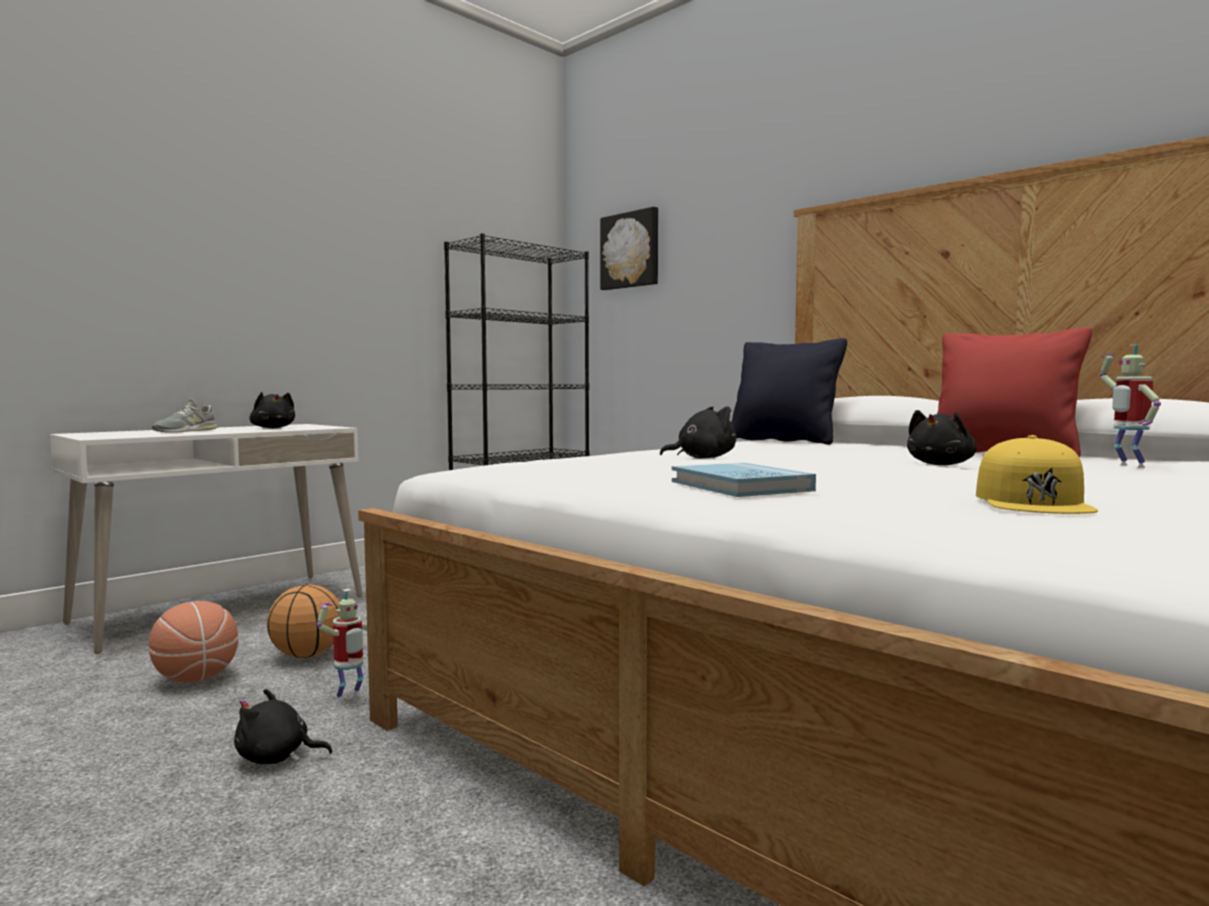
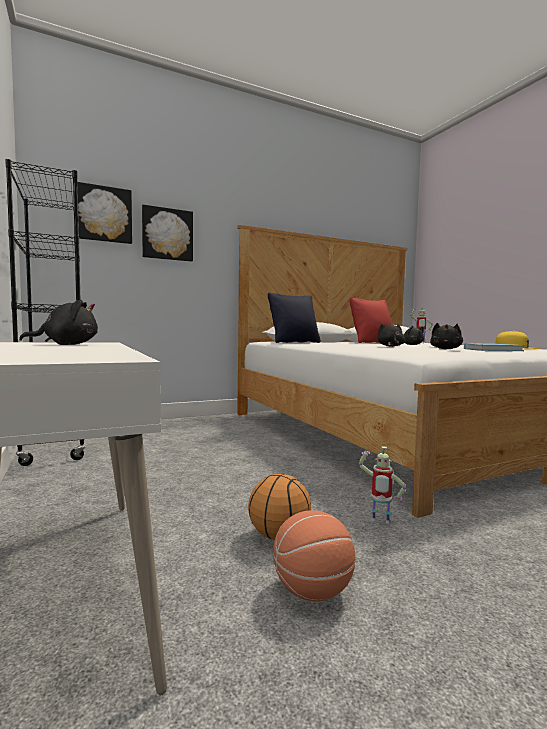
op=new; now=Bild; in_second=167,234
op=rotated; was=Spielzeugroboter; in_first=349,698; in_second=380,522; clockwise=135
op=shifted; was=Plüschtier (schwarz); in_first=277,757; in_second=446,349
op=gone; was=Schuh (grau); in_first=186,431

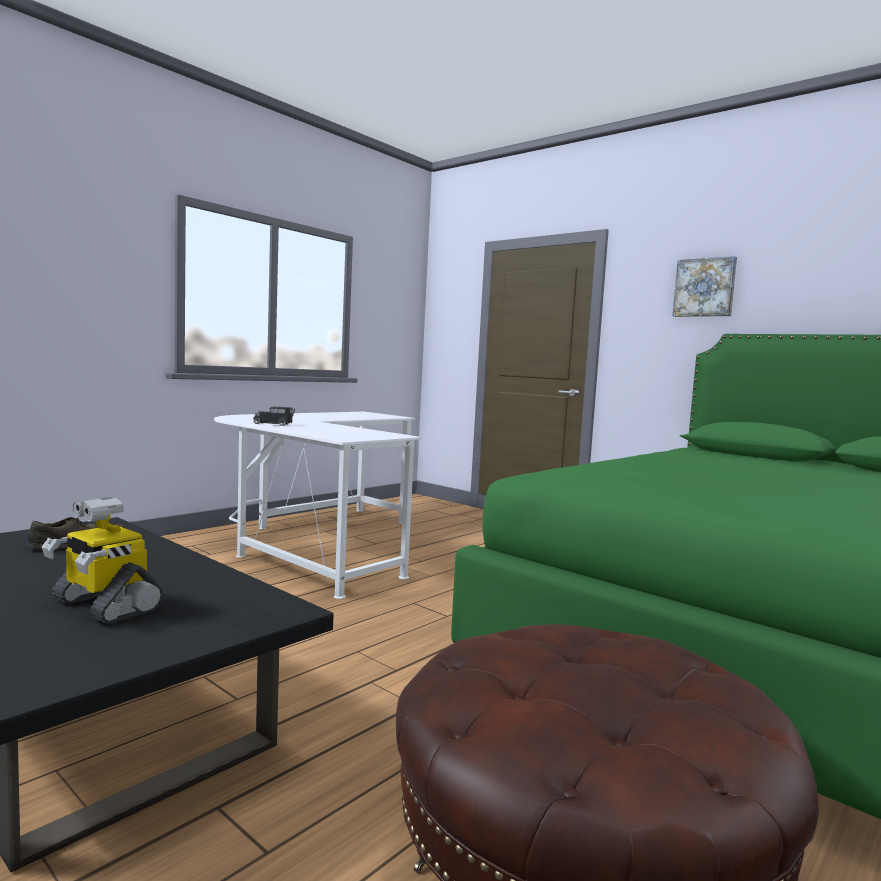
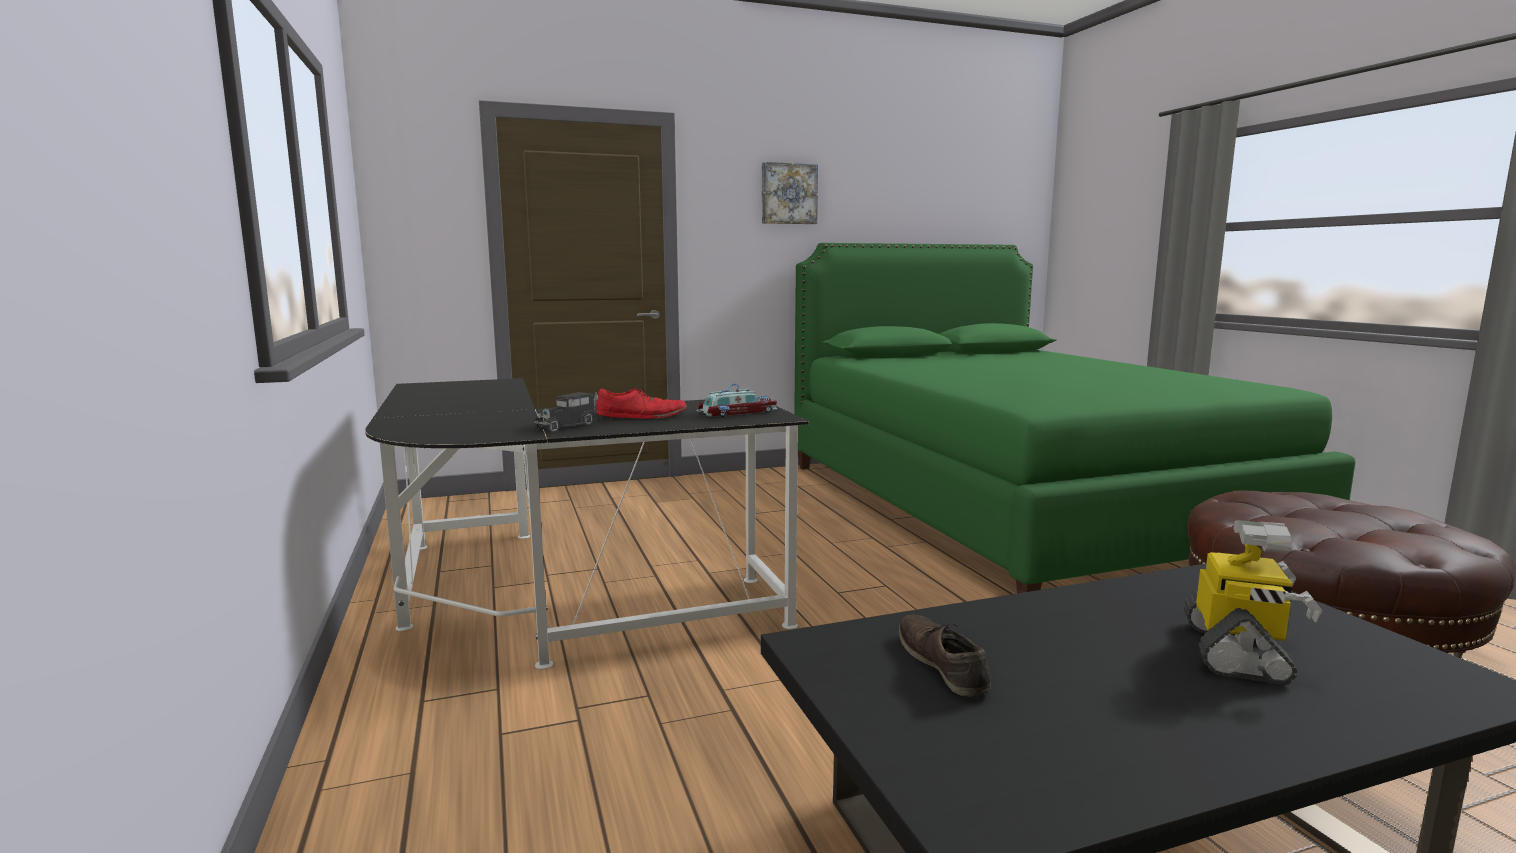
op=repainted; was=Schreibtisch (weiß); now=Schreibtisch (schwarz); in_first=317,543; in_second=548,602
op=new; now=Schuh (rot); in_second=642,416
op=new; now=Spielzeugauto; in_second=735,412
op=rotated; was=Spielzeugroboter; in_first=104,605; in_second=1237,652; clockwise=-45

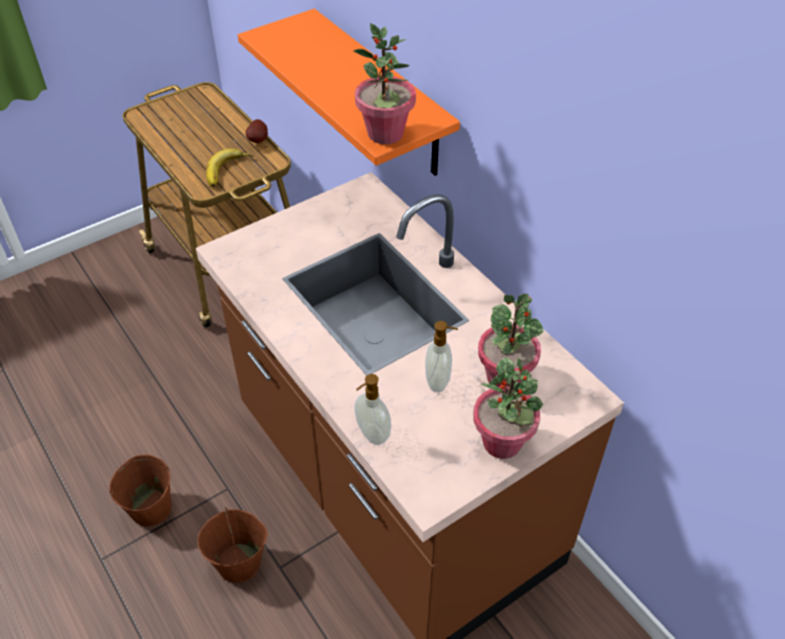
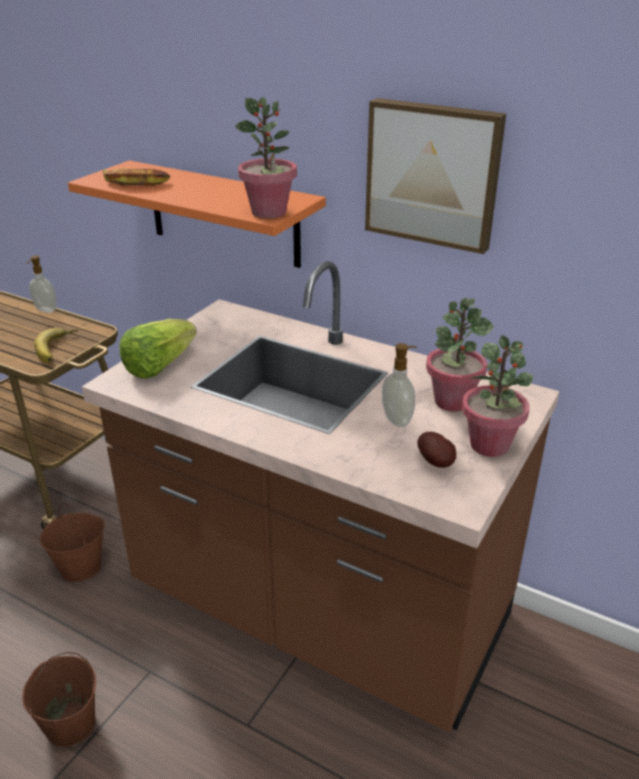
op=shifted; was=Seifenspender; in_first=371,434; in_second=45,310
op=shifted; was=Eimer (braun); in_first=240,563; in_second=81,567
op=new; now=Banane; in_second=134,182
op=new; now=Salatkopf; in_second=159,366
op=new; now=Bild; in_second=433,174
op=shifted; was=Kartoffel; in_first=259,140; in_second=437,463

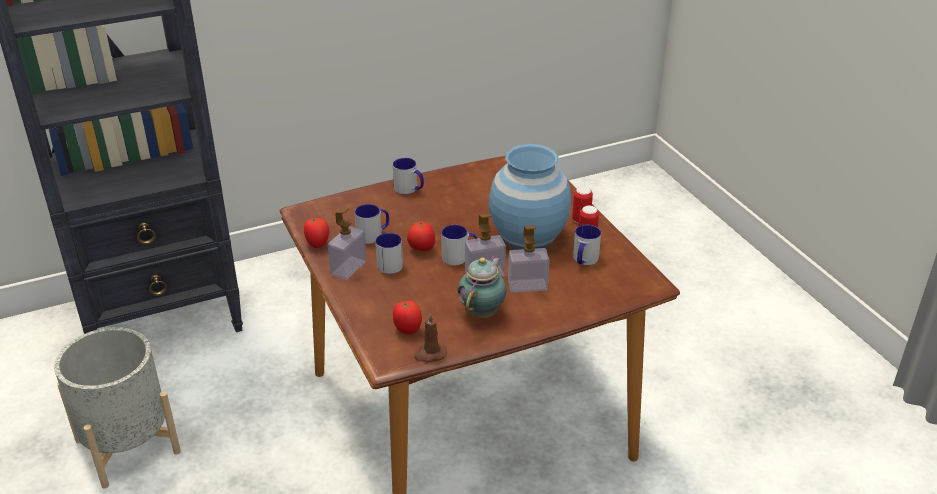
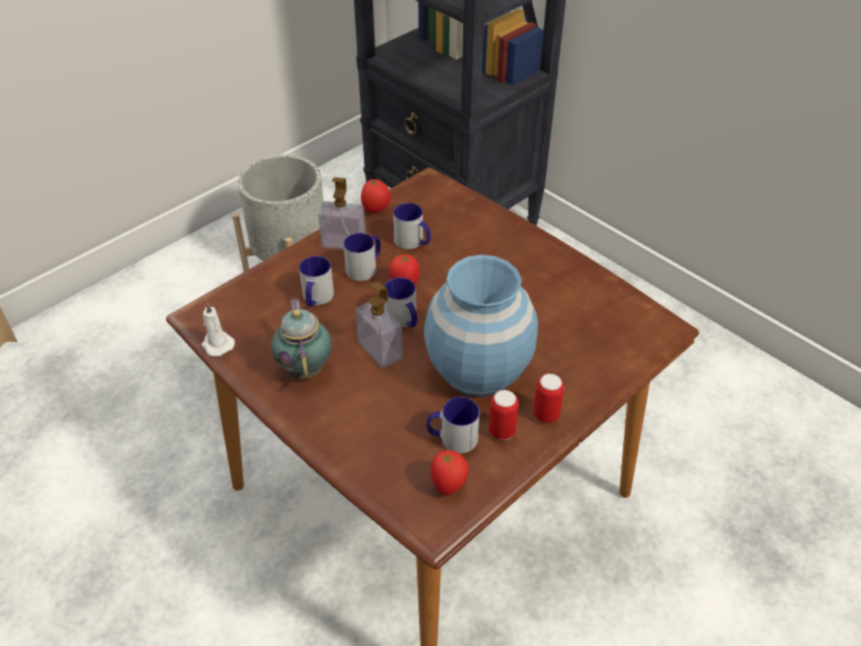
op=repainted; was=Kerze (braun); now=Kerze (weiß); in_first=430,354; in_second=217,344
op=rotated; was=Teekanne; in_first=483,312; in_second=305,367; clockwise=-105
op=shifted; was=Henkelbecher; in_first=409,189; in_second=316,299
op=shifted; was=Tomate; in_first=407,329; in_second=448,485
op=gone; was=Seifenspender; in_first=527,286

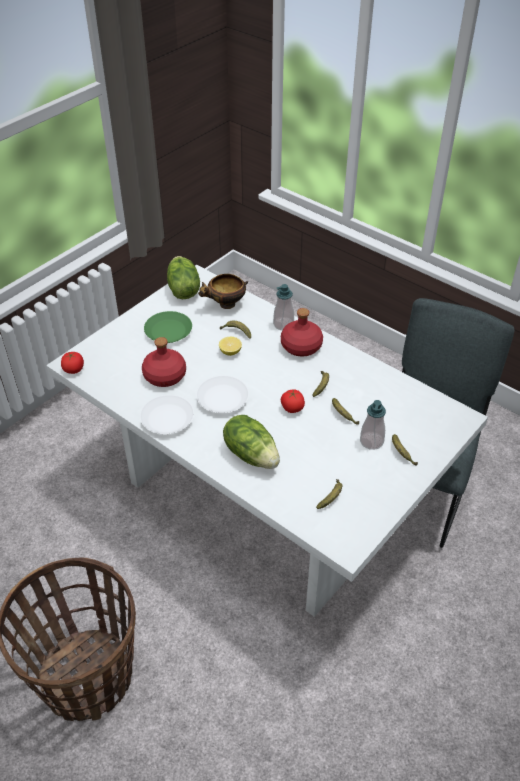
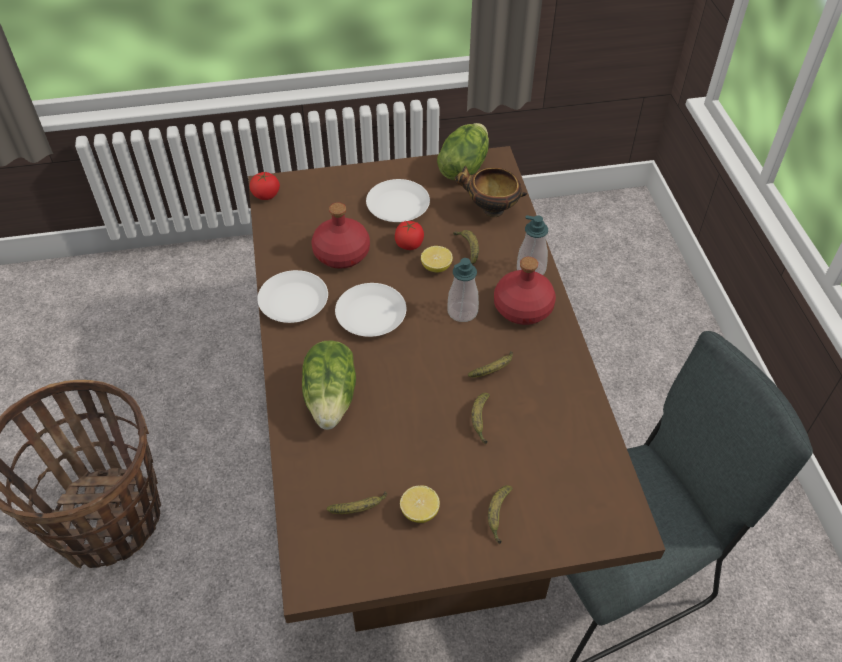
op=repainted; was=Esstisch (weiß); now=Esstisch (braun); in_first=258,503; in_second=418,465
op=repainted; was=Teller (grün); now=Teller (weiß); in_first=168,331; in_second=398,206
op=shifted; was=Tomate; in_first=292,408; in_second=409,244
op=new; now=Zitrone; in_second=419,511
op=shifted; was=Seifenspender; in_first=371,441; in_second=462,311

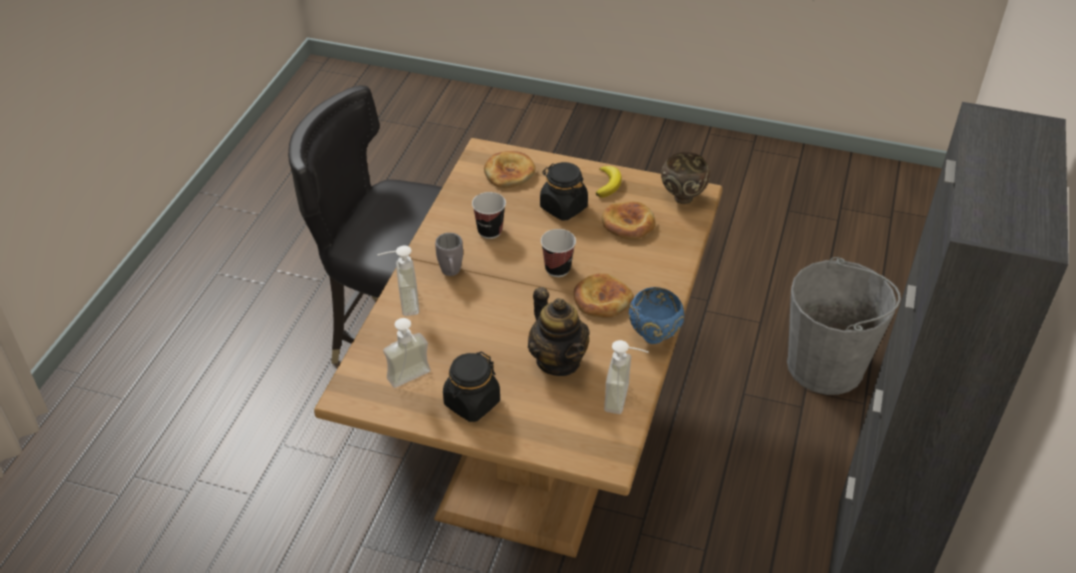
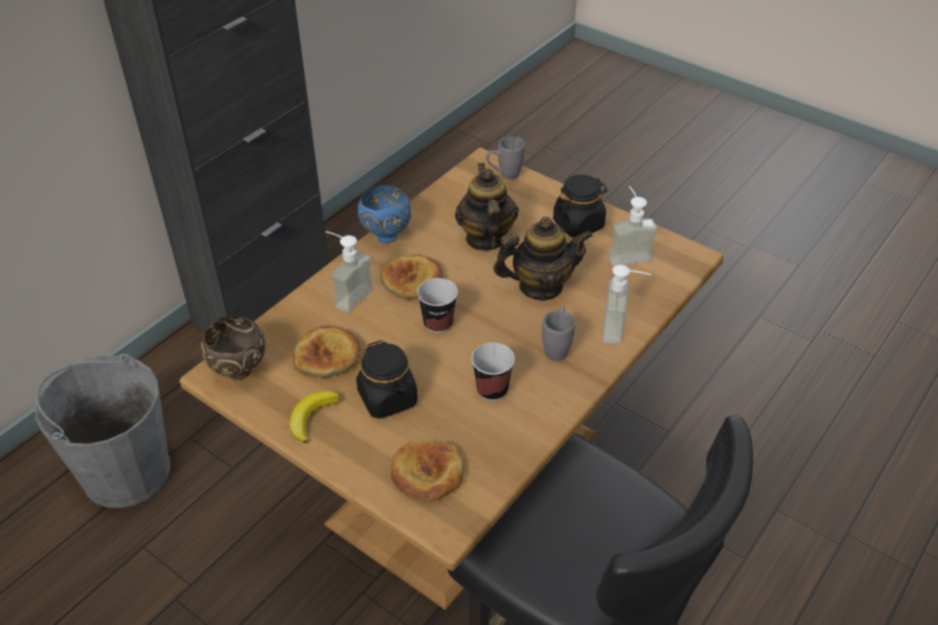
op=shifted; was=Seifenspender; in_first=625,399; in_second=347,295
op=new; now=Henkelbecher (grau); in_second=504,175
op=new; now=Teekanne; in_second=540,286

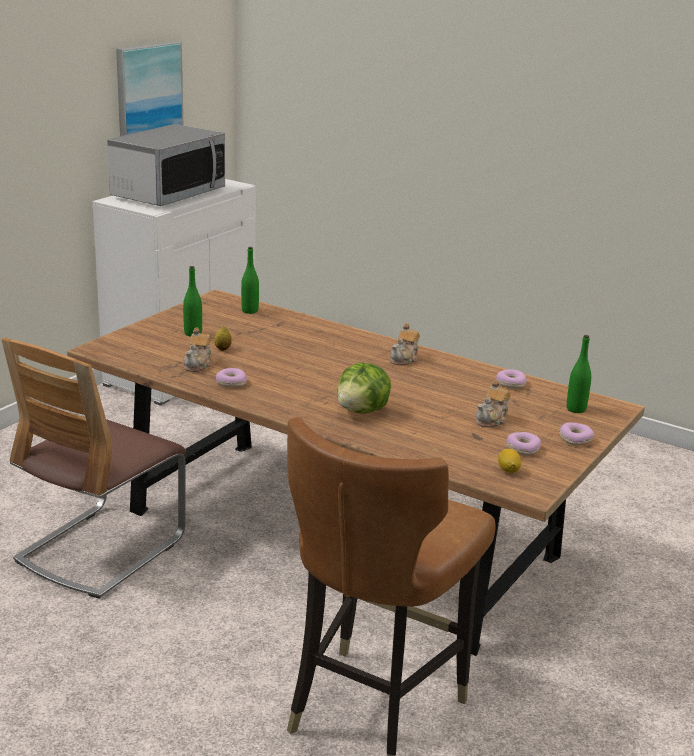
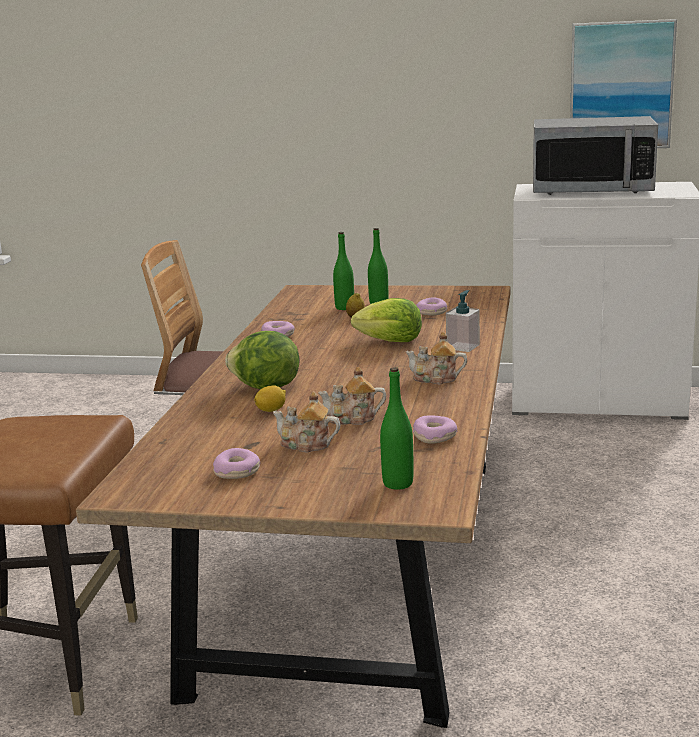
op=shifted; was=Zitrone; in_first=508,470; in_second=271,410
op=shifted; was=Teekanne; in_first=198,365; in_second=353,419
op=shifted; was=Flasche (grün); in_first=250,311; in_second=344,307
op=new; now=Salatkopf; in_second=390,341
op=shifted; was=Donut; in_first=575,439; in_second=432,312
op=new; now=Seifenspender; in_second=463,347

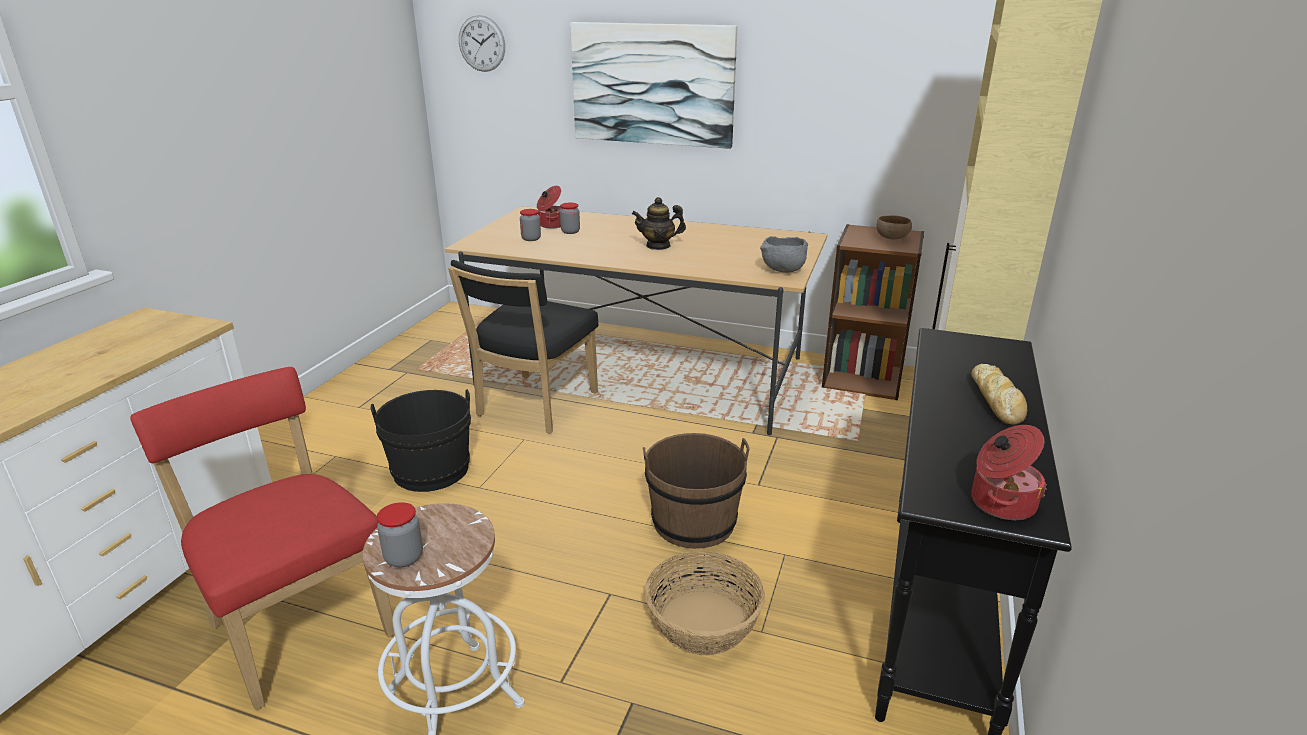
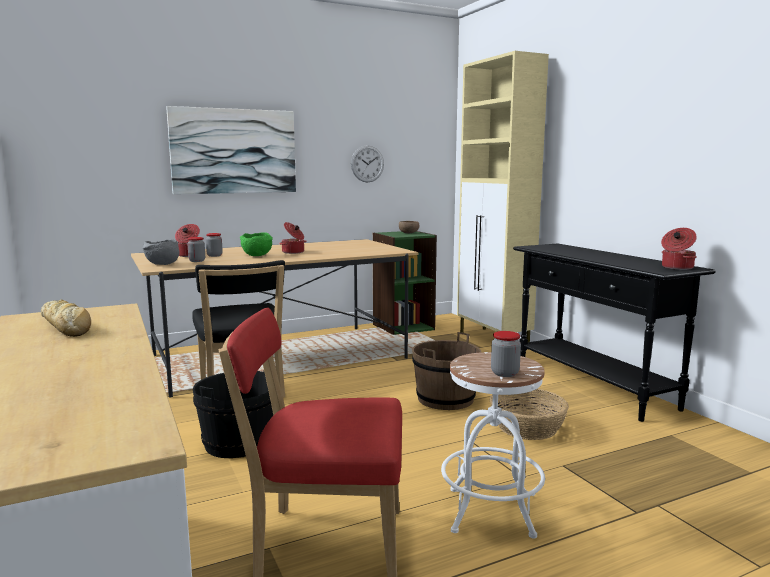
op=shifted; was=Brot; in_first=996,401; in_second=67,326
op=shifted; was=Schüssel (grau); in_first=782,271; in_second=162,264
op=new; now=Schüssel (grün); in_second=258,256
op=swapped; was=Teekanne; now=Kochtopf; in_first=658,246; in_second=293,252
op=shifted; was=Wanduhr; in_first=481,43; in_second=367,164
op=repainted; was=Bücherregal (braun); now=Bücherregal (grün); in_first=863,378; in_second=403,327

